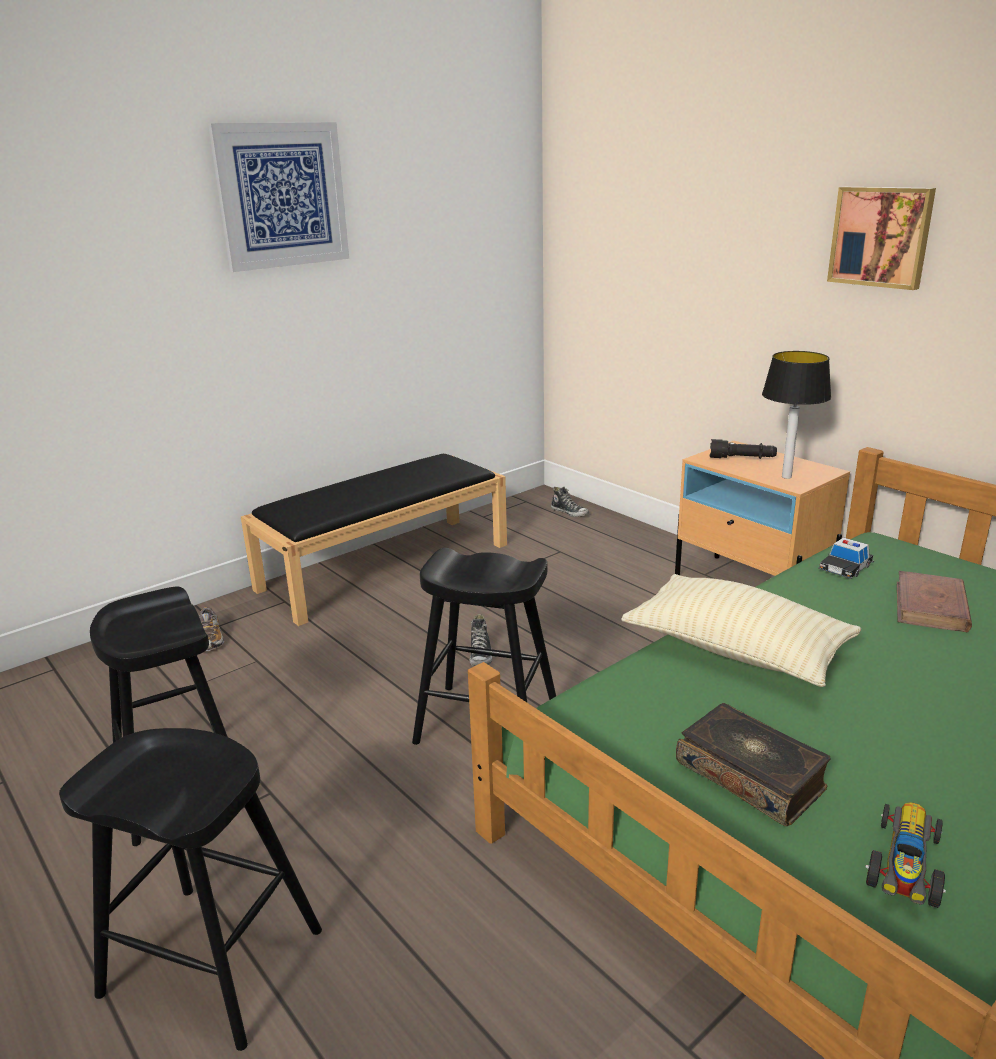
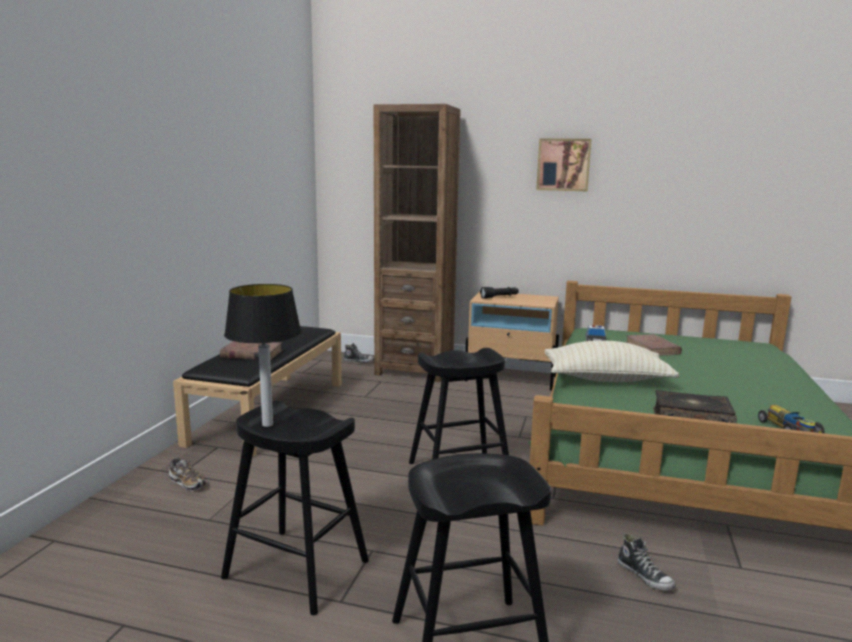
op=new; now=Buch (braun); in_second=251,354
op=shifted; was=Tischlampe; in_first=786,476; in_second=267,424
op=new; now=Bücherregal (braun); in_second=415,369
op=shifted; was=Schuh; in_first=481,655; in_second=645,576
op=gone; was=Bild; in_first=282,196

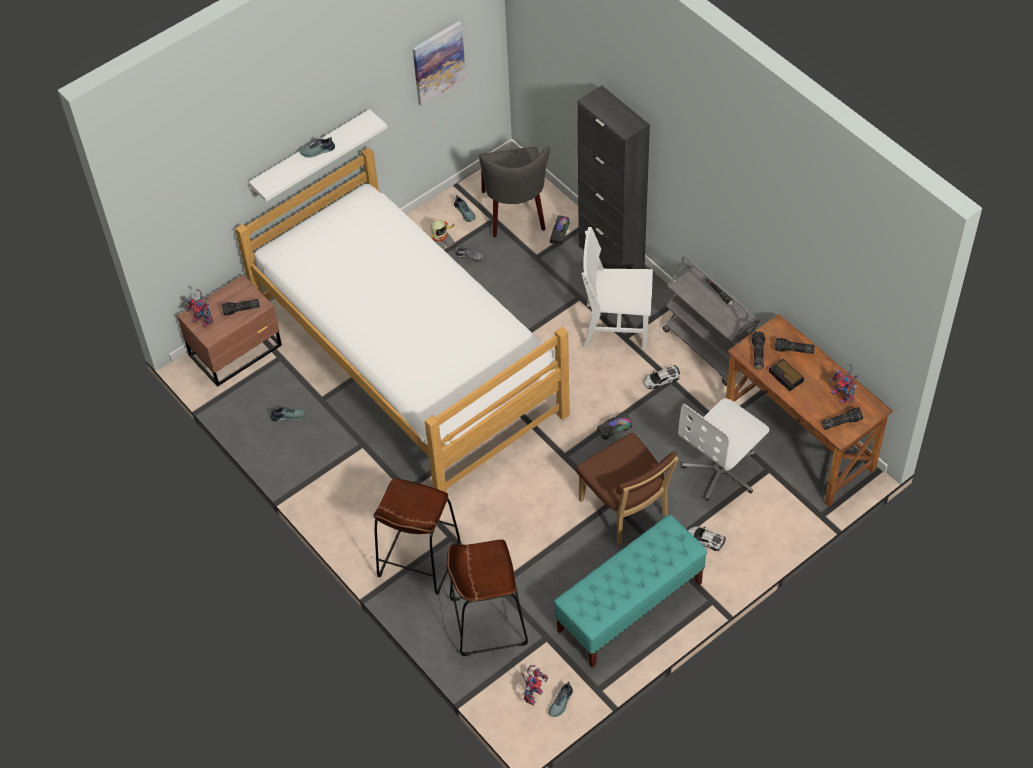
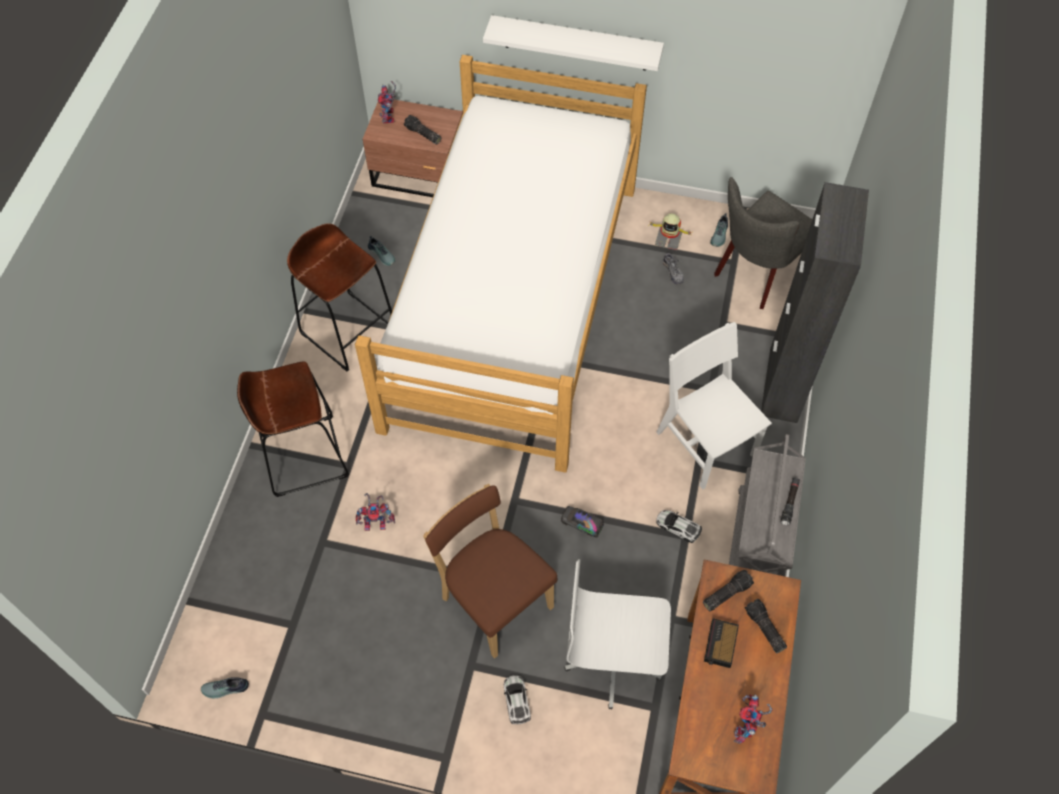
op=shifted; was=Hocker (braun); in_first=488,621; in_second=348,330
op=shifted; was=Spielzeugroboter; in_first=533,693; in_second=377,522
op=rotated; was=Stuhl (braun); in_first=626,510; in_second=493,599; clockwise=120
op=gone; was=Schuh; in_first=318,151
op=gone; was=Bild; in_first=438,62
op=gone; was=Spielzeuglaster; in_first=559,234
op=gone; was=Bank (türkis); in_first=629,607
op=gone; was=Taschenlampe; in_first=841,422

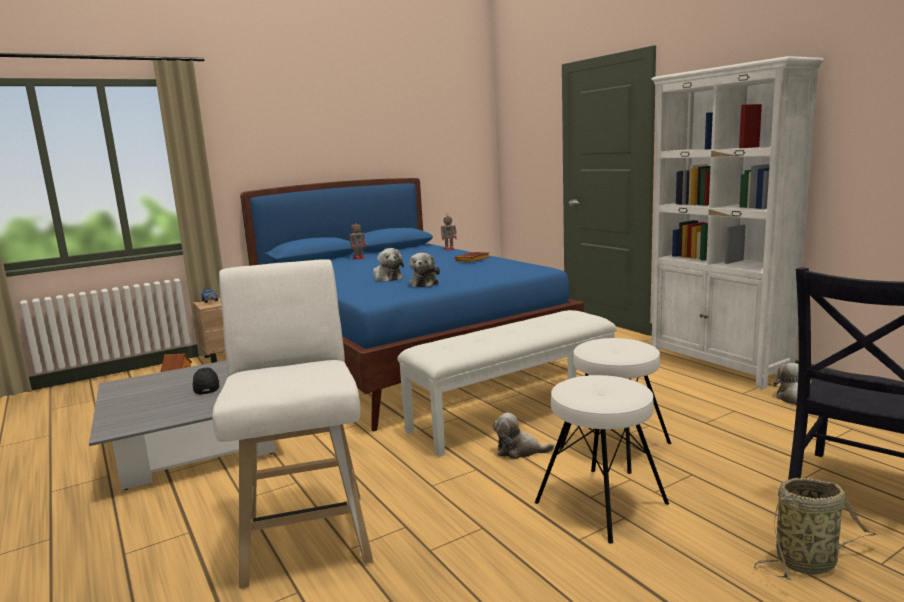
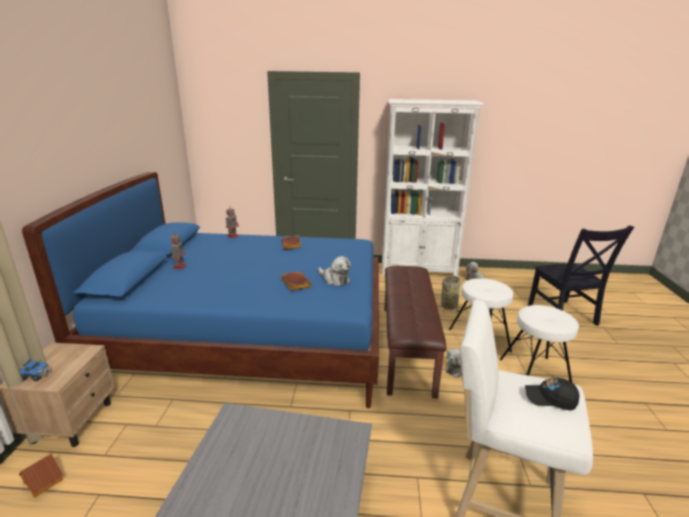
op=swapped; was=Plüschtier; now=Buch (braun); in_first=387,278; in_second=294,283
op=repainted; was=Bank (weiß); now=Bank (braun); in_first=513,413; in_second=406,346
op=shifted; was=Korb; in_first=809,562; in_second=449,305
op=shifted; was=Kappe (schwarz); in_first=206,387; in_second=550,399

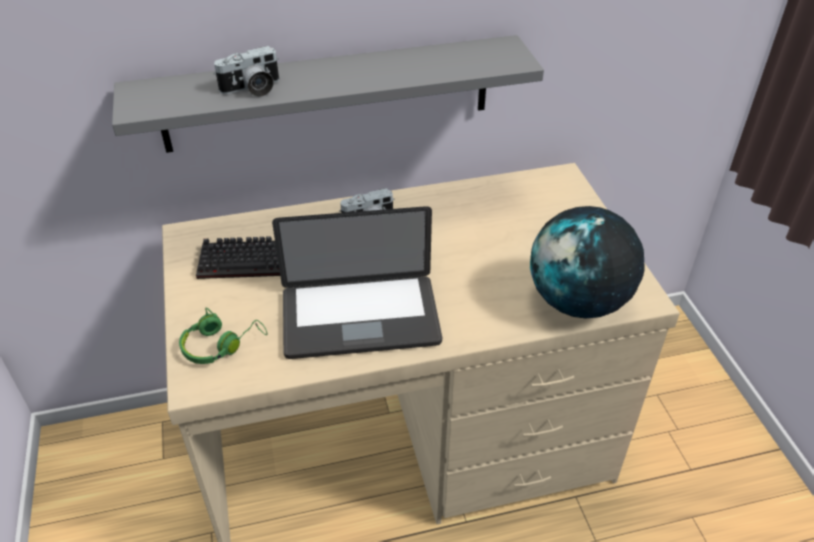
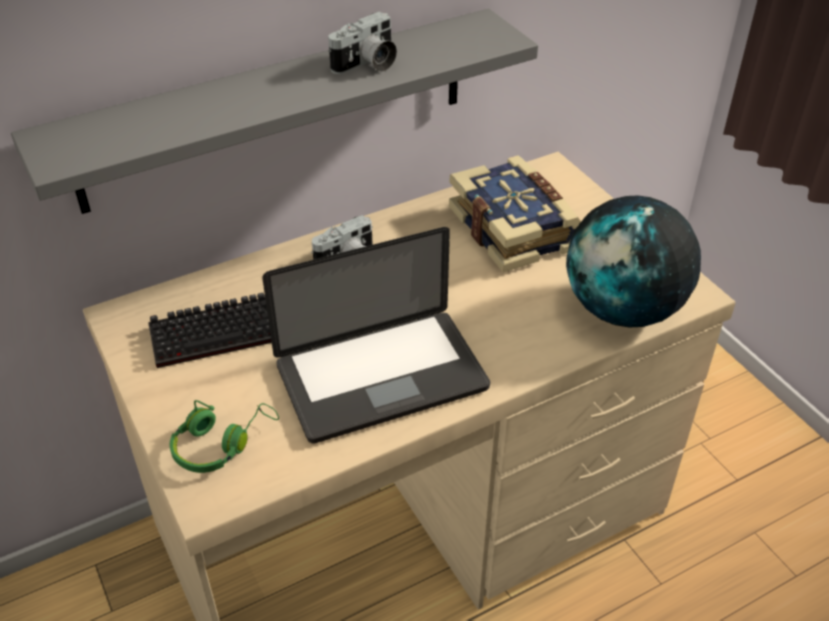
op=shifted; was=Kamera; in_first=252,89; in_second=367,65
op=new; now=Buch; in_second=514,229

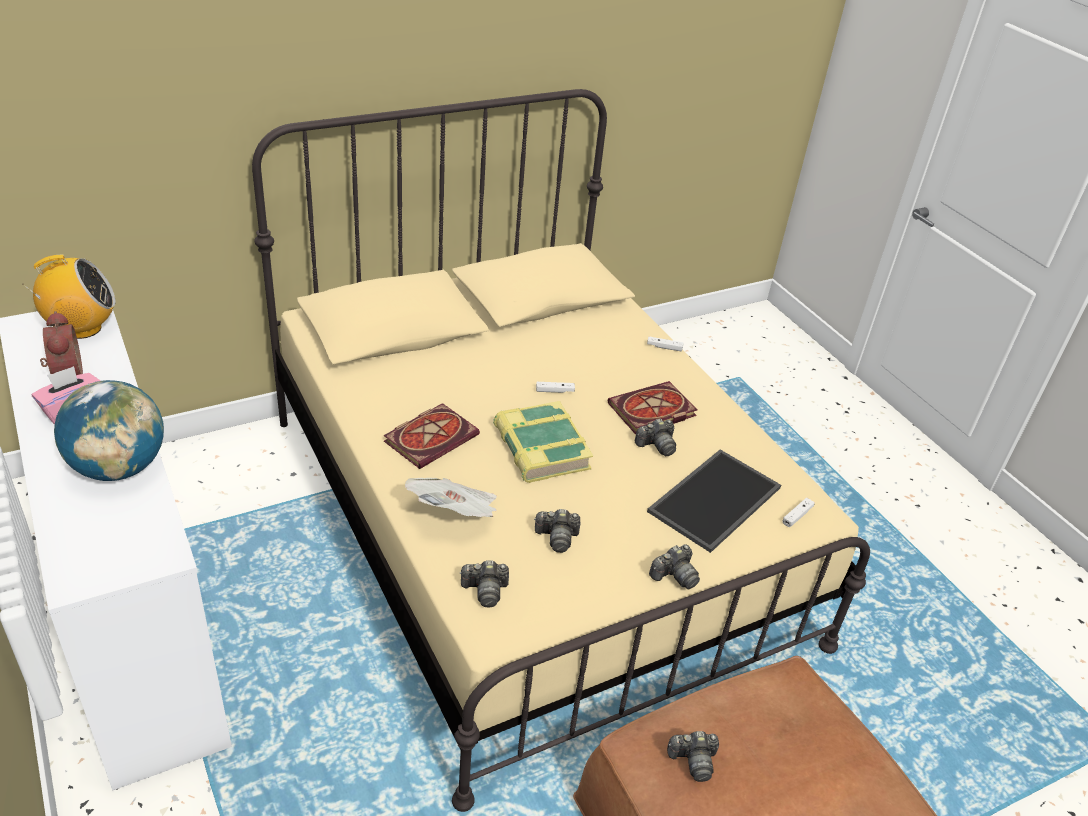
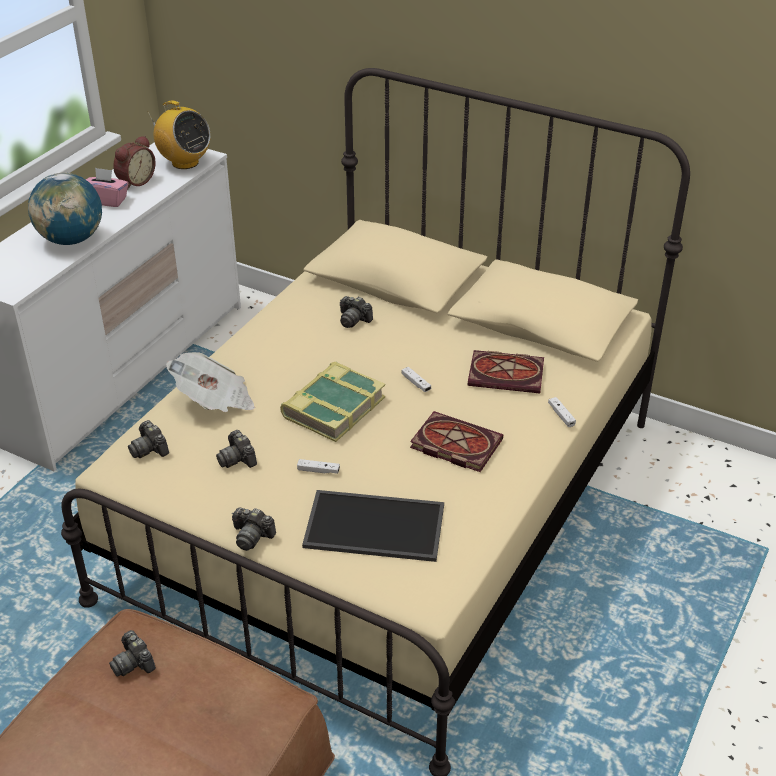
op=shifted; was=Gamepad (weiß); in_first=797,516; in_second=318,470
op=shifted; was=Kamera; in_first=656,445; in_second=353,320
op=shifted; was=Buch; in_first=432,437; in_second=508,374

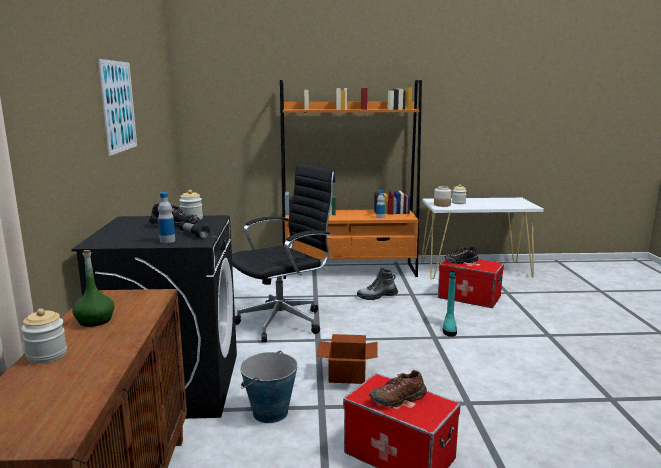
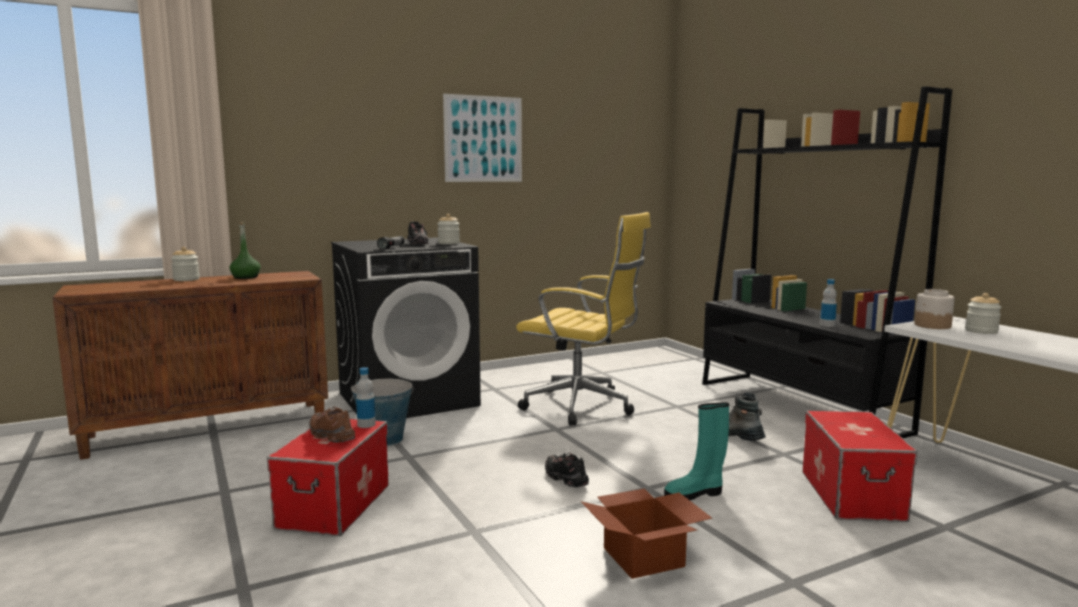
op=shifted; was=Flasche; in_first=167,241; in_second=366,424
op=repainted; was=Bürostuhl (schwarz); now=Bürostuhl (gelb); in_first=284,321; in_second=583,407
op=shifted; was=Schuh (schwarz); in_first=461,262; in_second=565,478
op=shifted; was=Karton; in_first=348,373; in_second=646,557
op=repainted; was=Bücherregal (orange); now=Bücherregal (schwarz); in_first=349,270; in_second=798,406

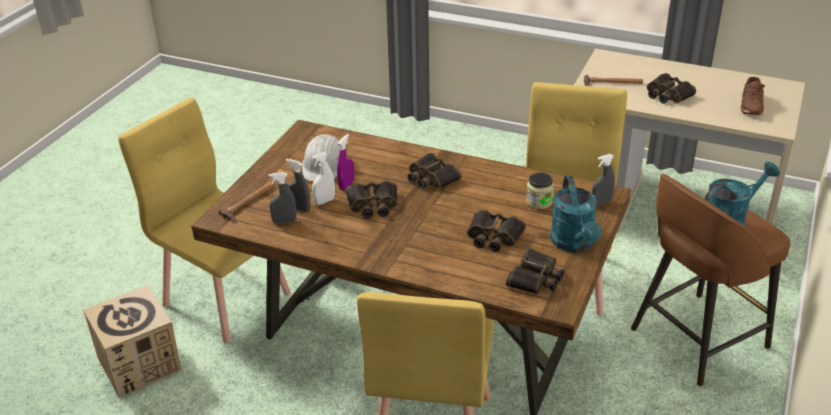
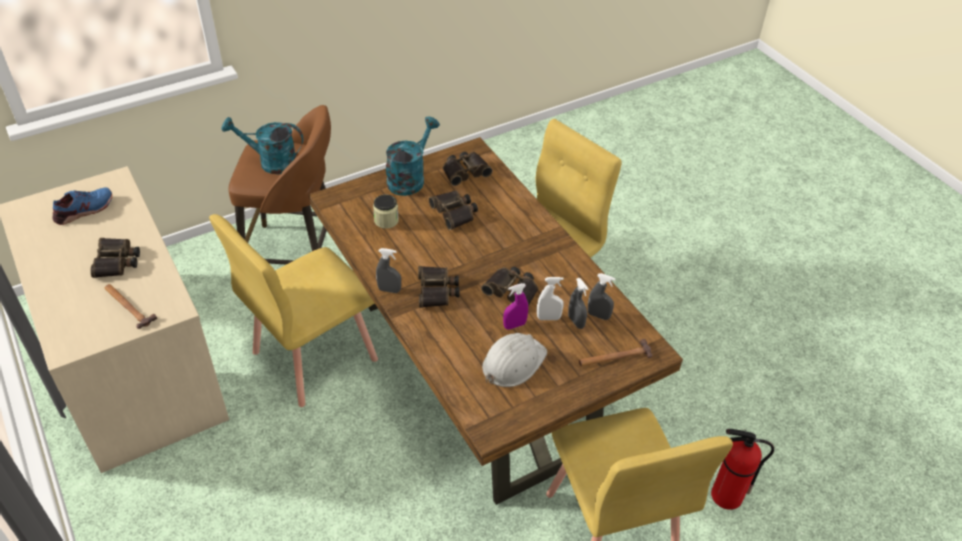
op=repainted; was=Schuh (braun); now=Schuh (blau); in_first=750,105; in_second=84,210
op=shifted; was=Sprühflasche (grau); in_first=601,203; in_second=389,290
op=swapped; was=Karton; now=Feuerlöscher; in_first=139,364; in_second=725,496

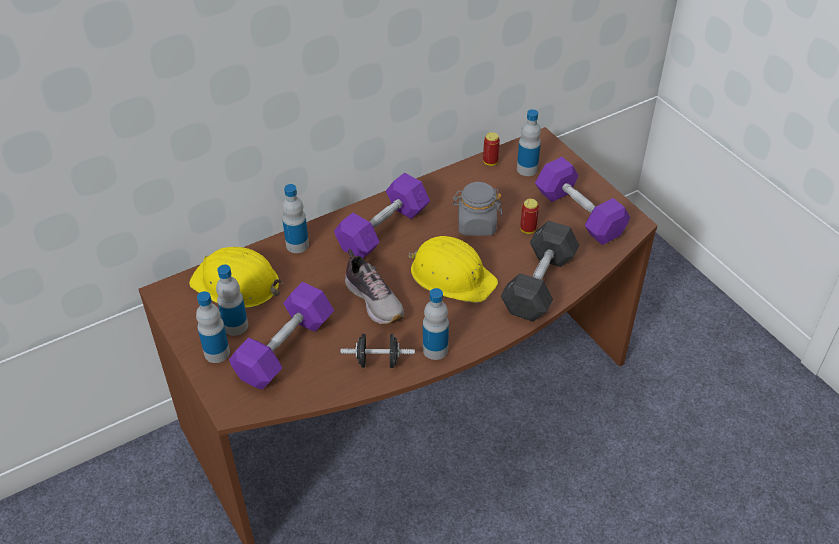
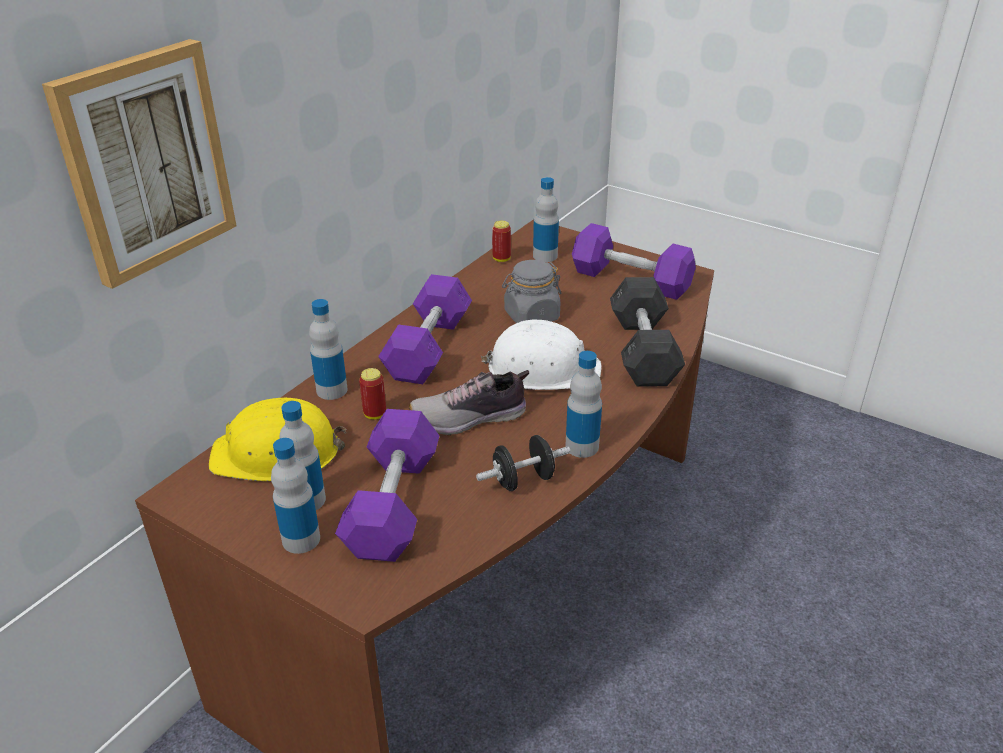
op=new; now=Bild; in_second=146,162
op=shifted; was=Dose; in_first=528,229; in_second=375,414
op=rotated; was=Schuh; in_first=374,300; in_second=470,418; clockwise=135
op=repainted; was=Schutzhelm (gelb); now=Schutzhelm (weiß); in_first=452,276; in_second=542,369

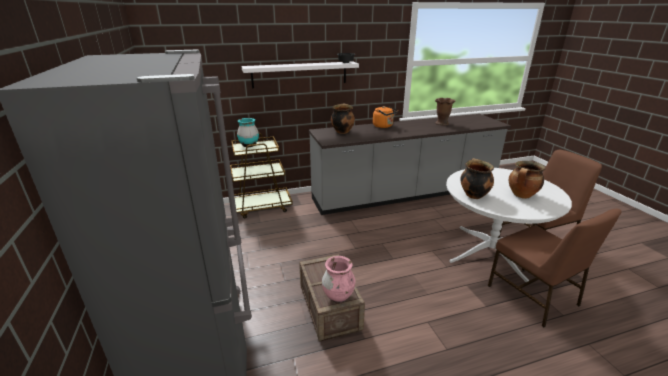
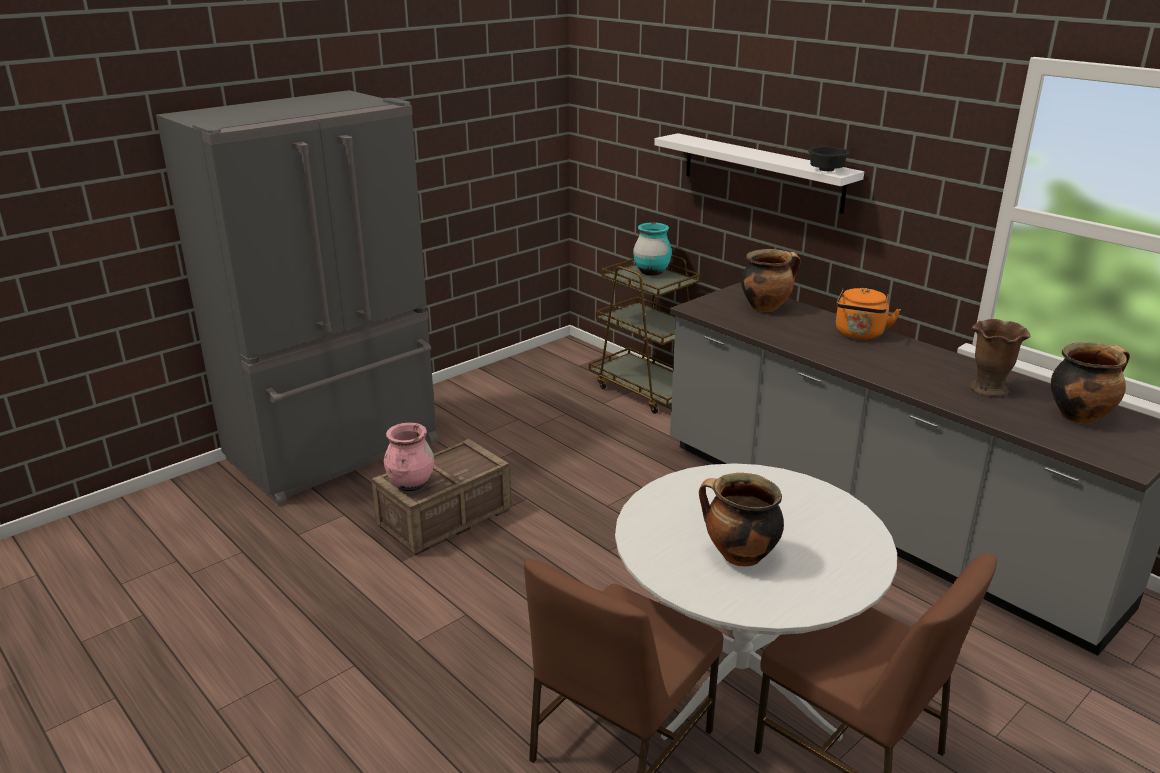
op=shifted; was=Kochtopf; in_first=473,195; in_second=1079,416

